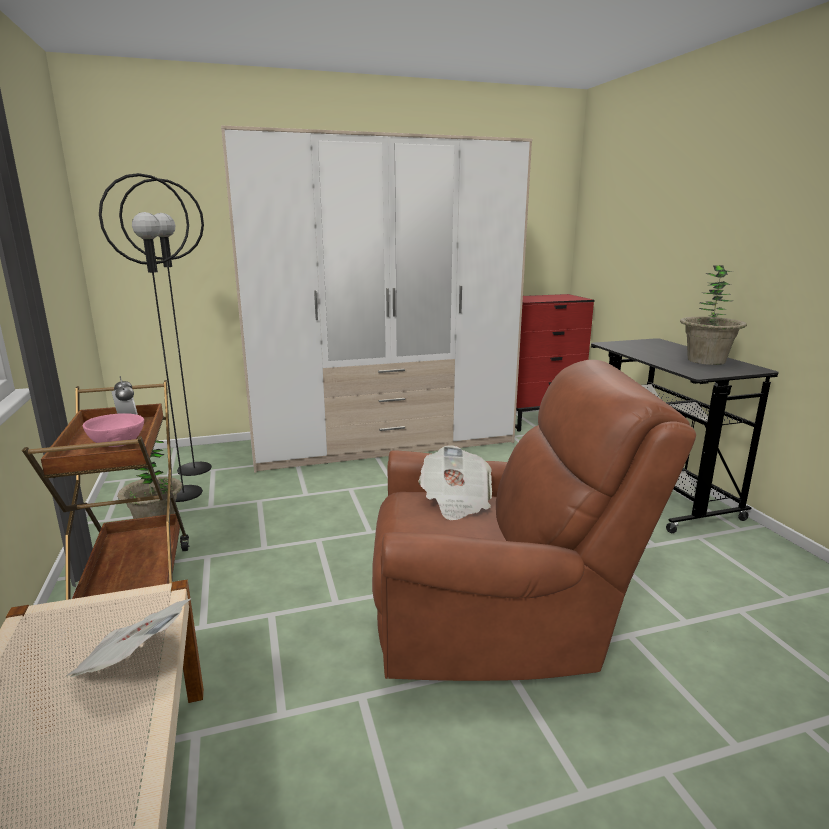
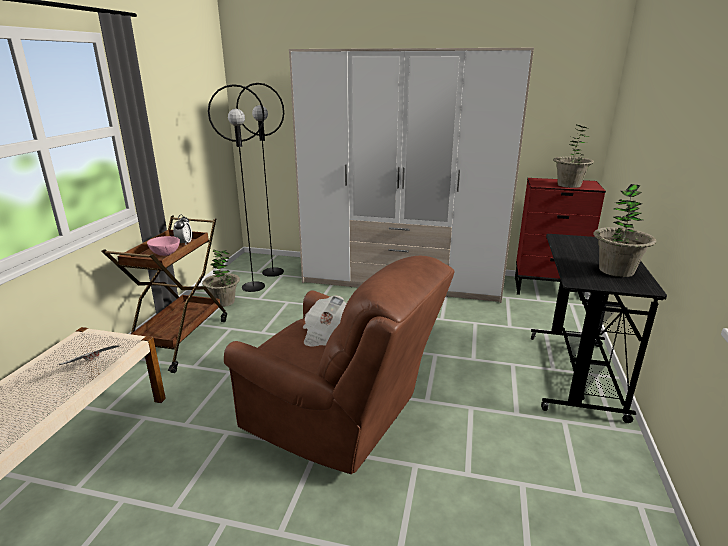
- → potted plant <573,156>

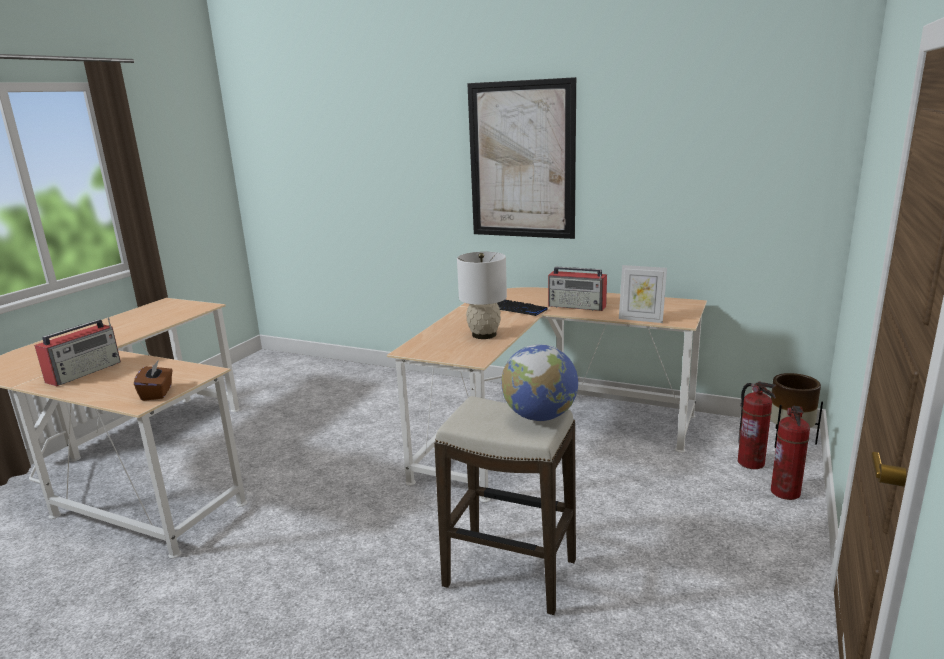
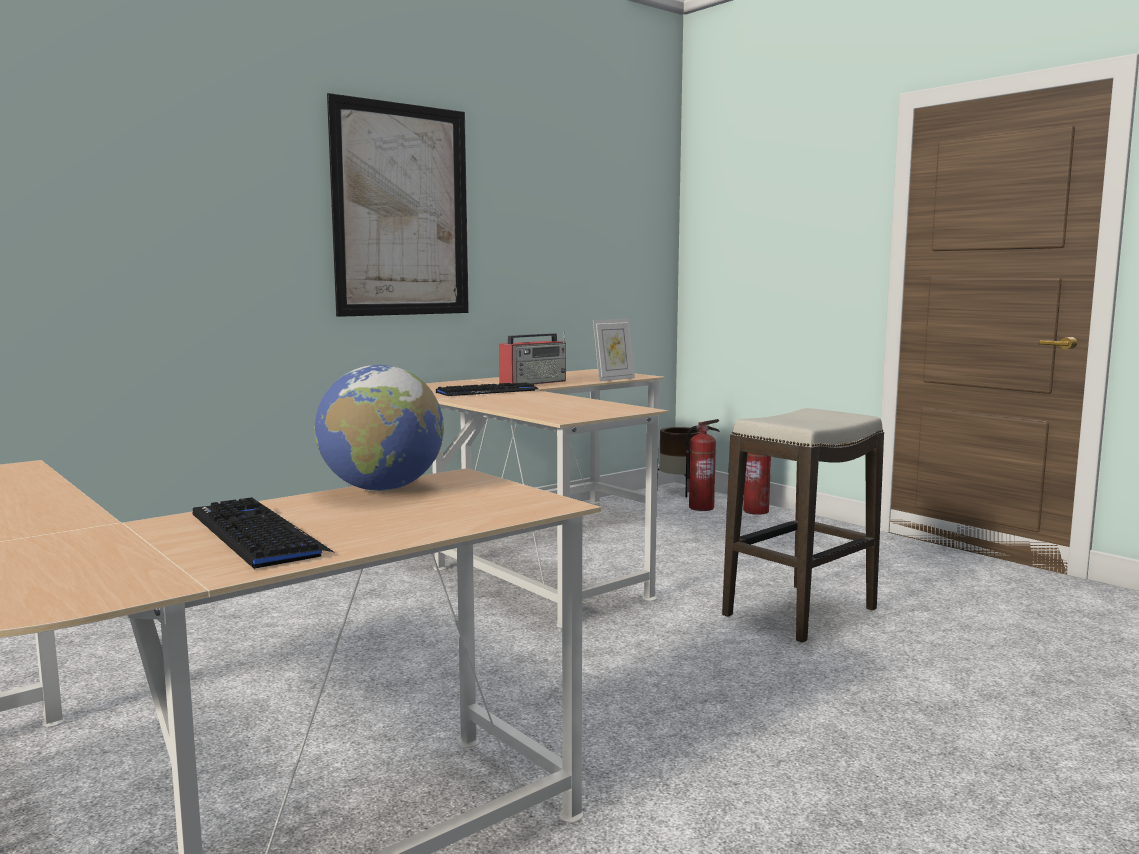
tissue box/brown <153,380> → -
table lamp/white <482,295> → -
globe <539,382> → globe <379,428>, shifted
radio <77,351> → keyboard <263,533>

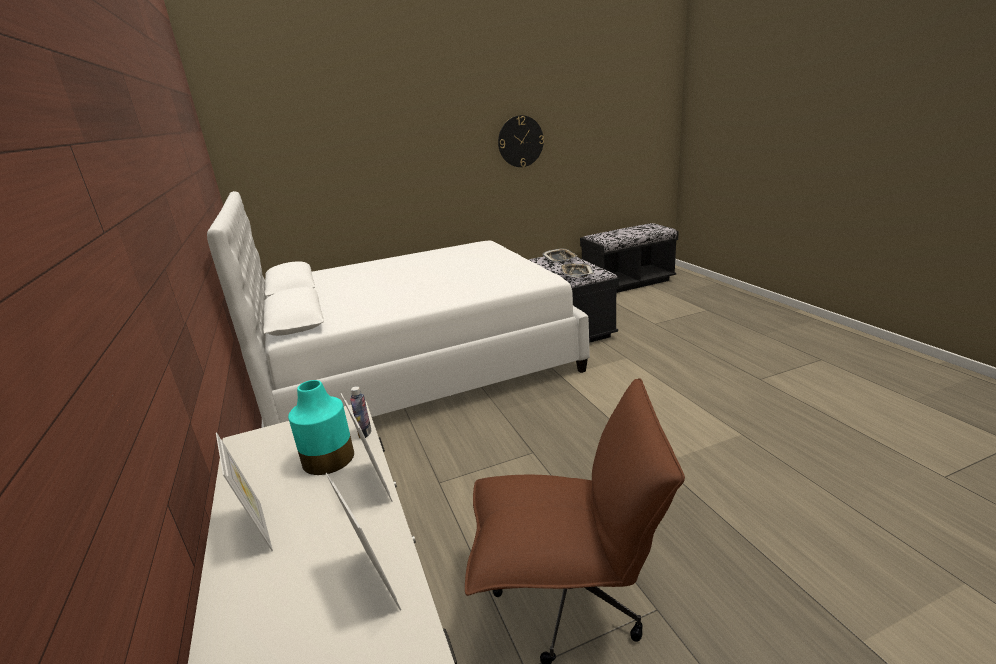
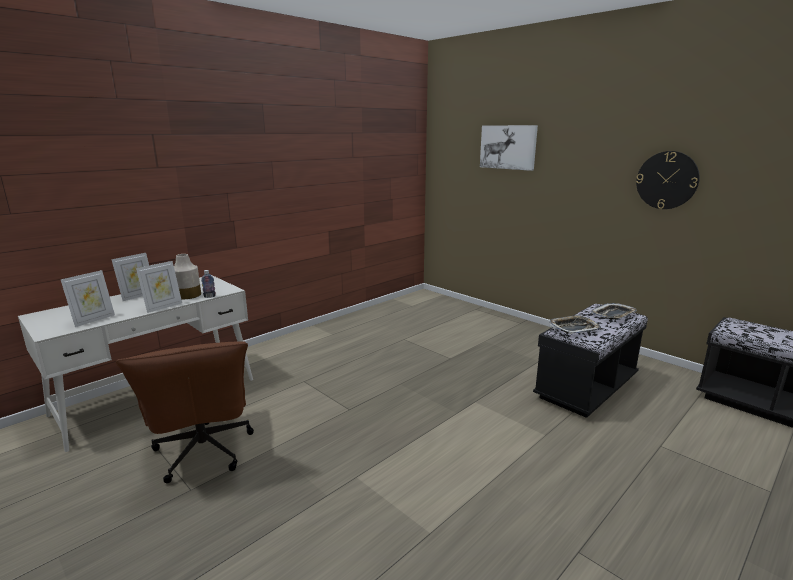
bed/white <398,309> → -
- → picture <509,148>
vase/turquoise <321,427> → vase/beige <187,276>

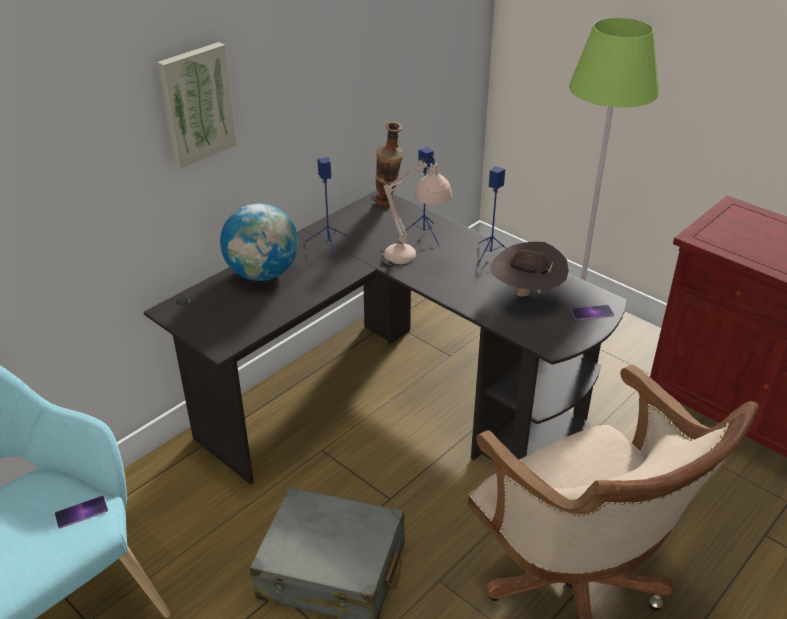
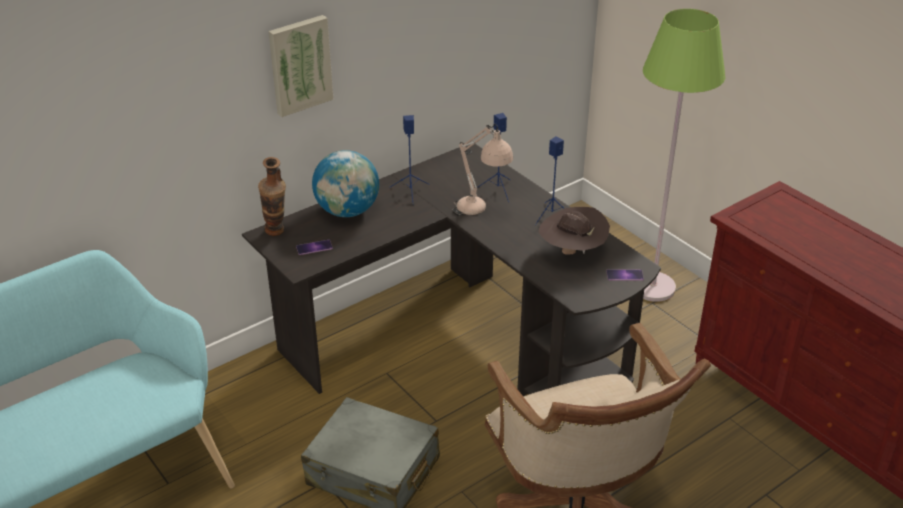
phone <81,512> → phone <314,247>, shifted
vase <389,164> → vase <272,196>, shifted

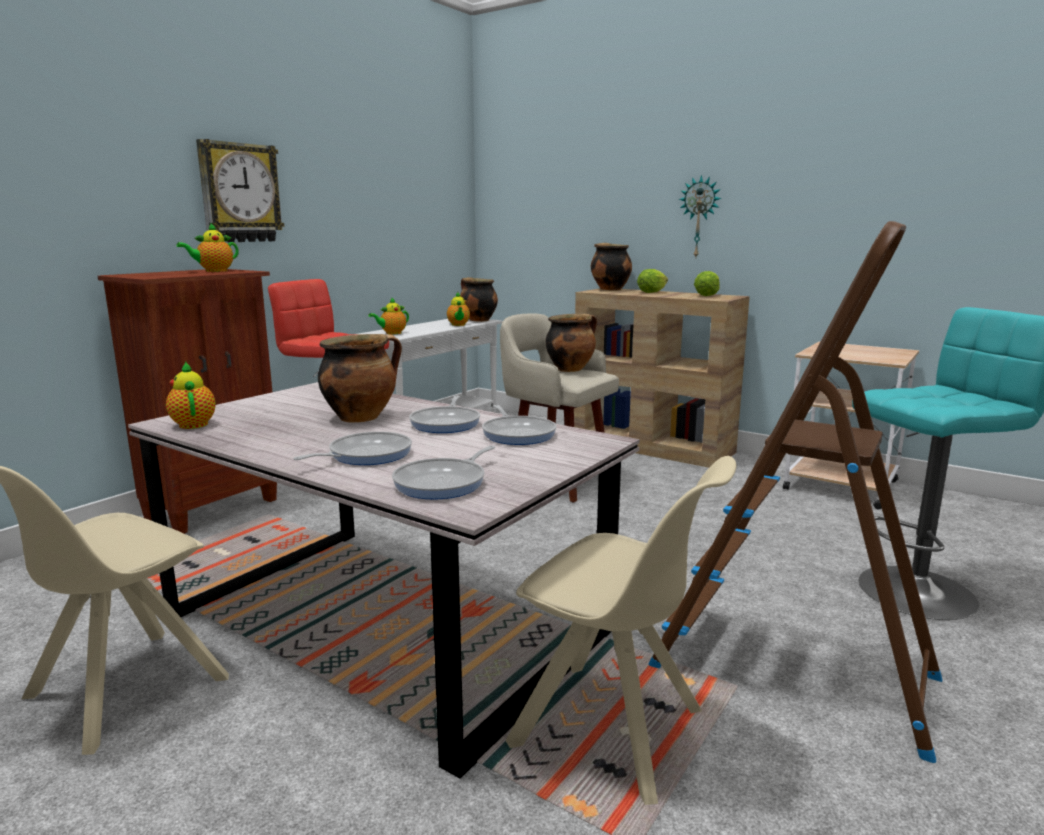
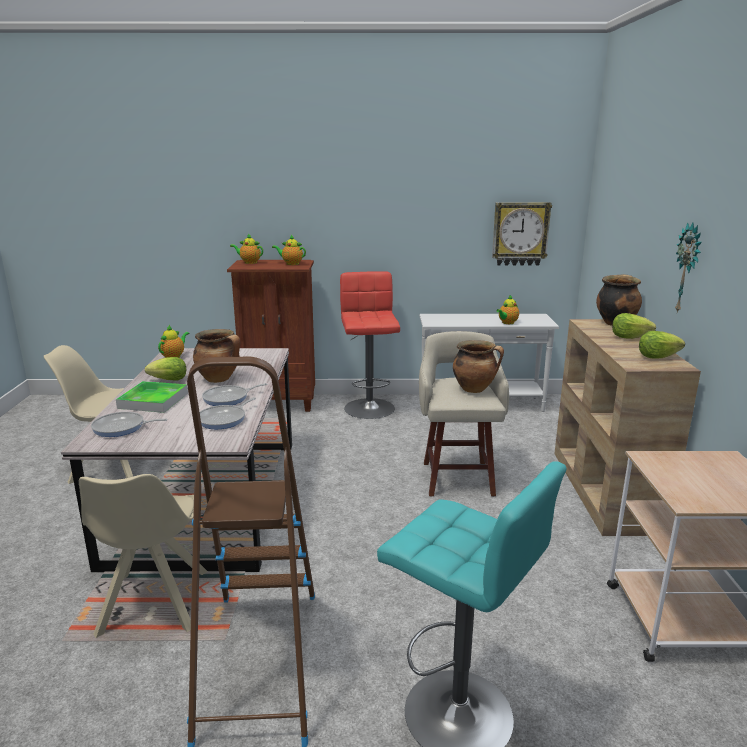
cooking pot <479,299> → -
- → lettuce <165,369>
wall clock <240,190> → wall clock <522,234>, shifted
teapot <389,315> → teapot <246,249>, shifted
frying pan <352,448> → tray <152,397>

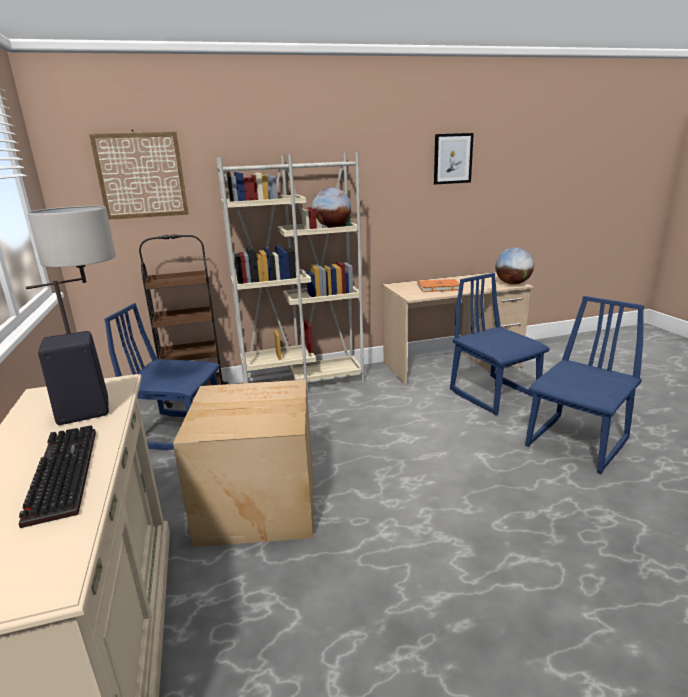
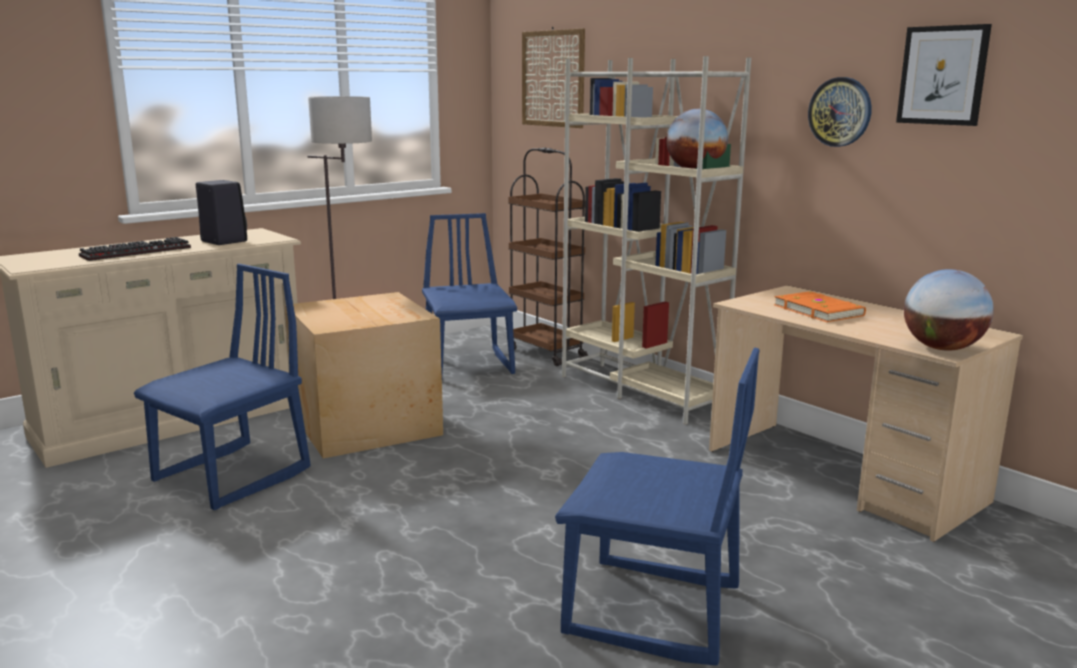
- → wall clock <840,112>
chair/blue <500,344> → chair/blue <222,387>, shifted

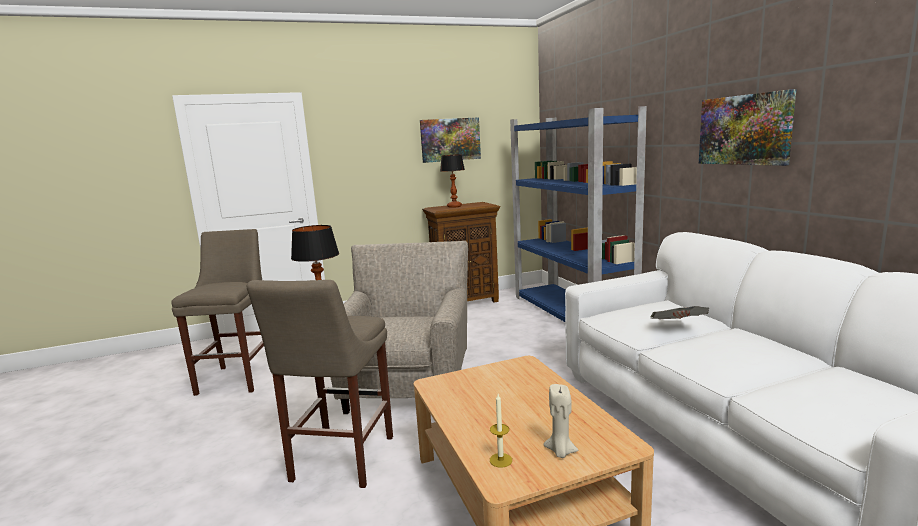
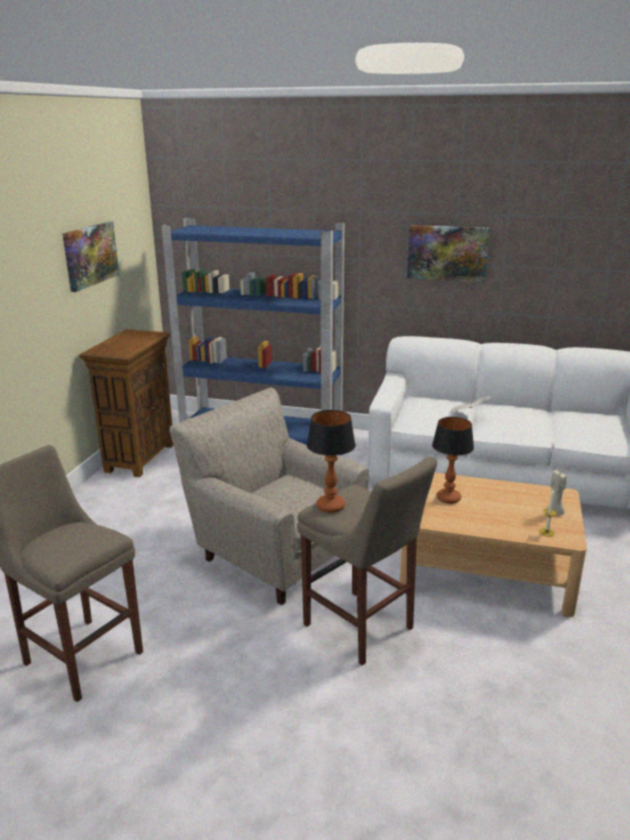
table lamp <452,181> → table lamp <453,460>, shifted

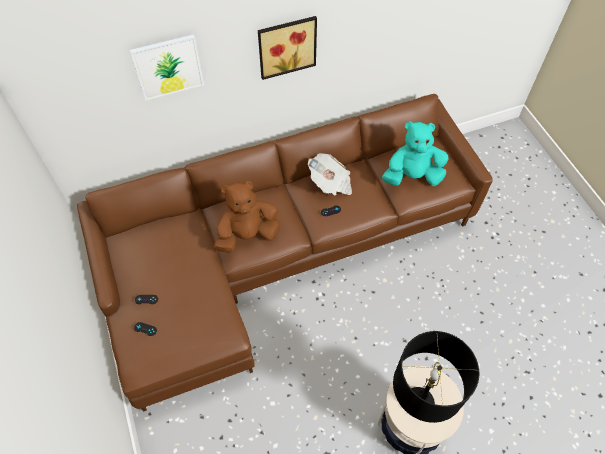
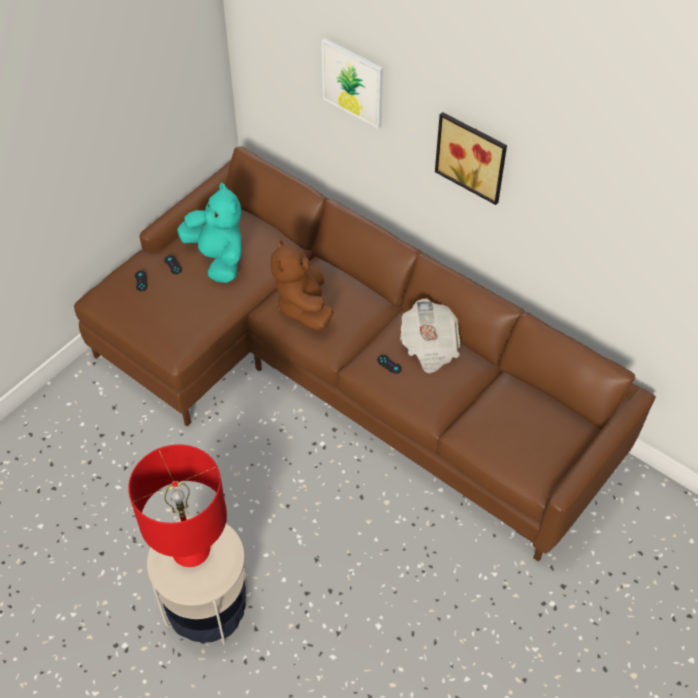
plush toy/turquoise <415,153> → plush toy/turquoise <209,233>, shifted
table lamp/black <436,377> → table lamp/red <177,505>
plush toy/brown <247,217> → plush toy/brown <301,284>, 135 degrees counterclockwise

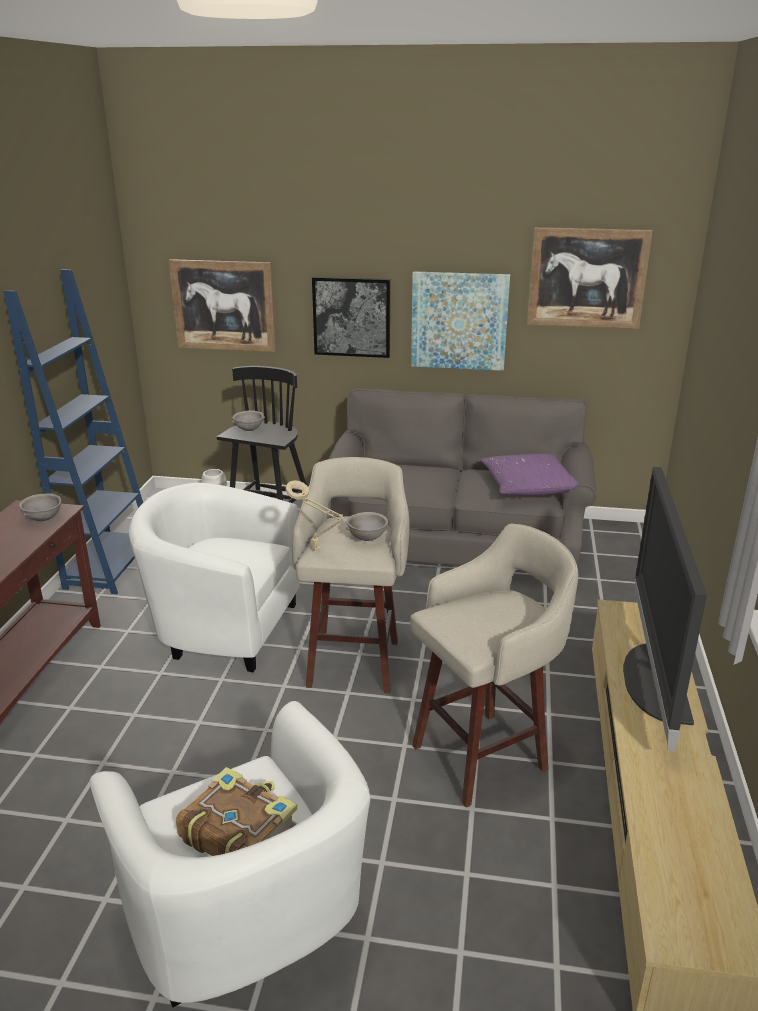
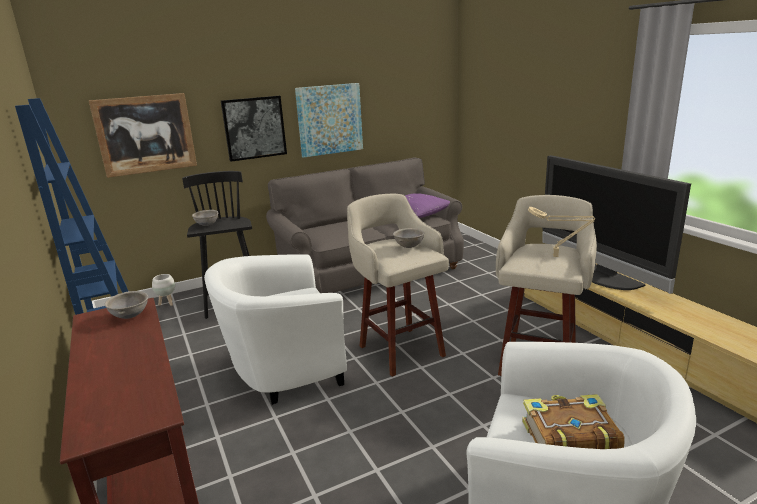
picture <590,278> → -
table lamp/beige <315,515> → table lamp/beige <561,232>, shifted

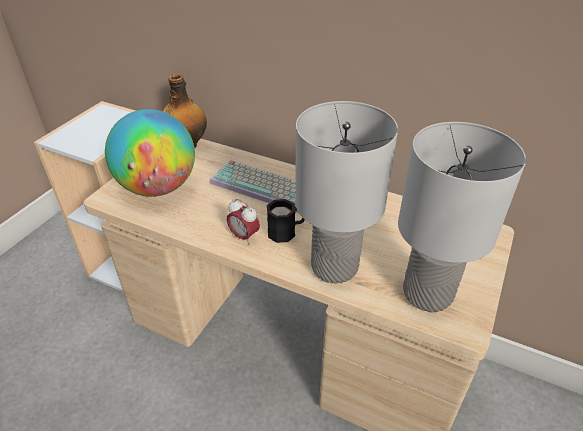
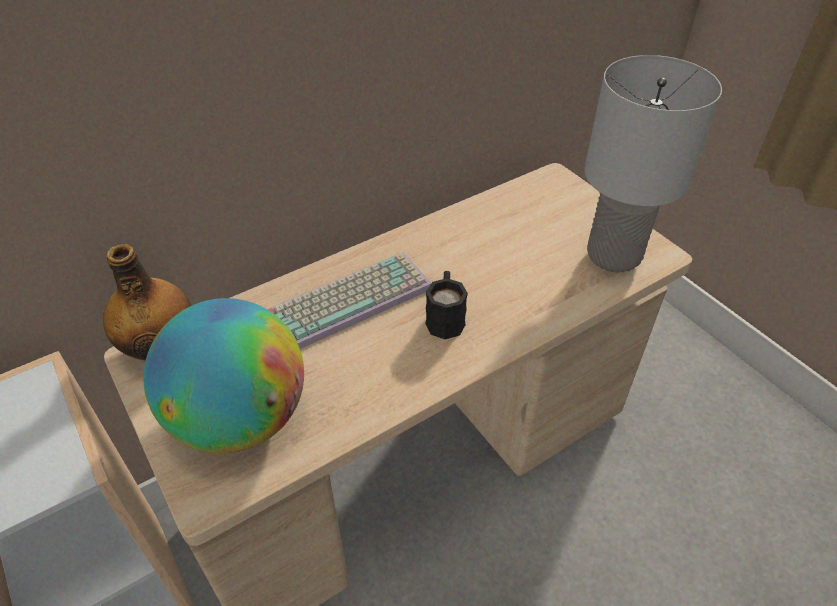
alarm clock <243,222> → -
table lamp/grey <346,192> → -

